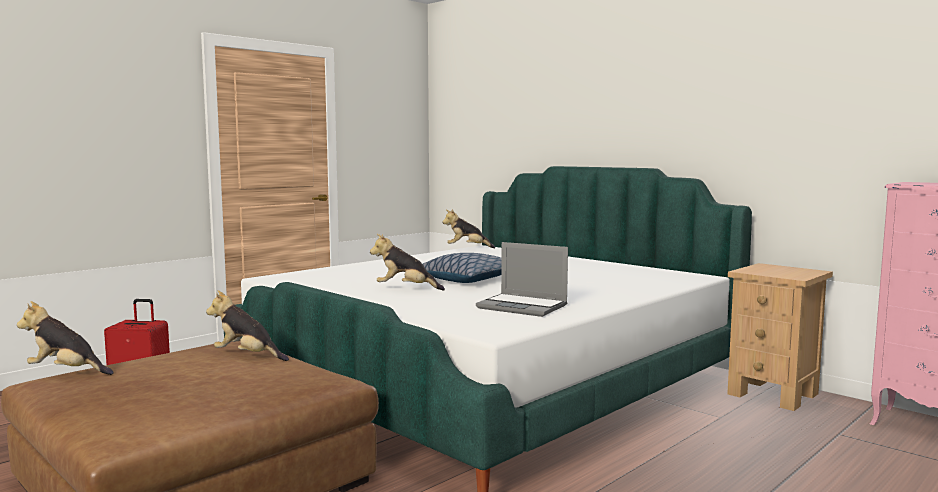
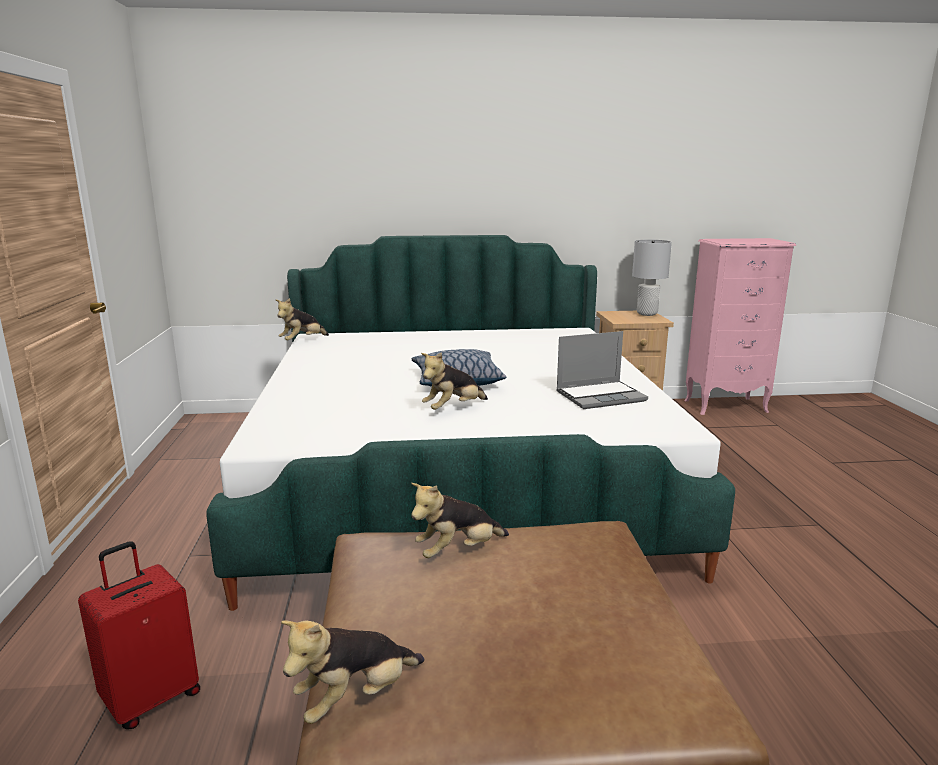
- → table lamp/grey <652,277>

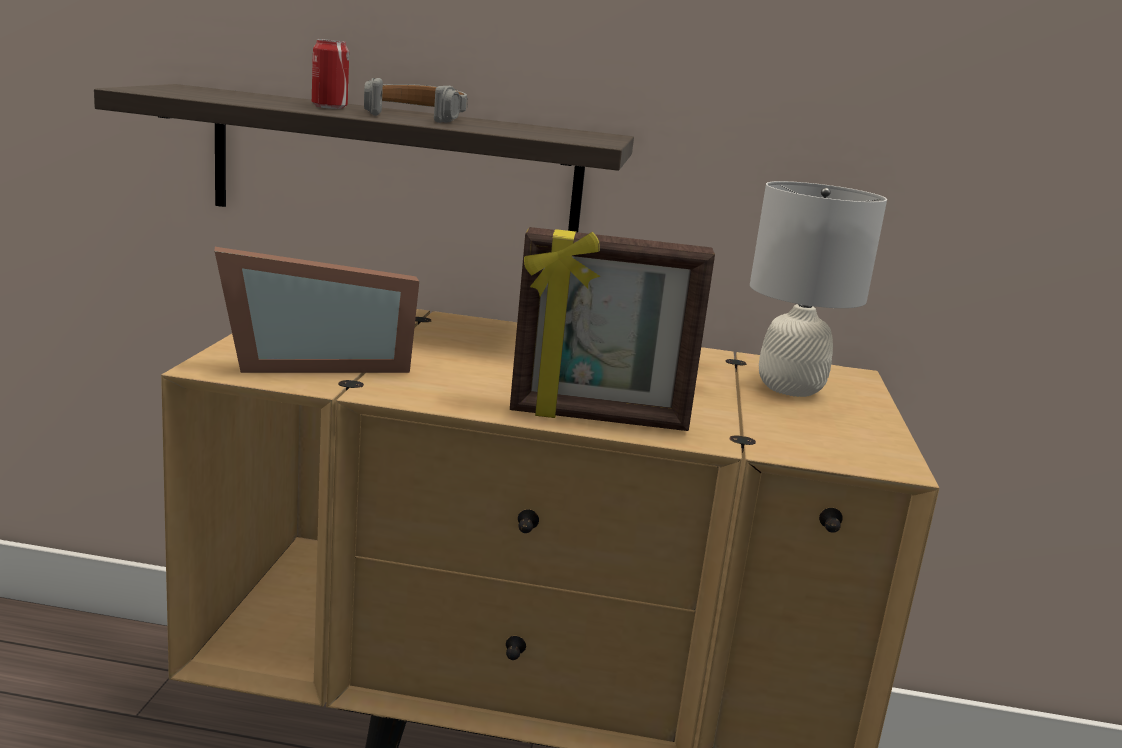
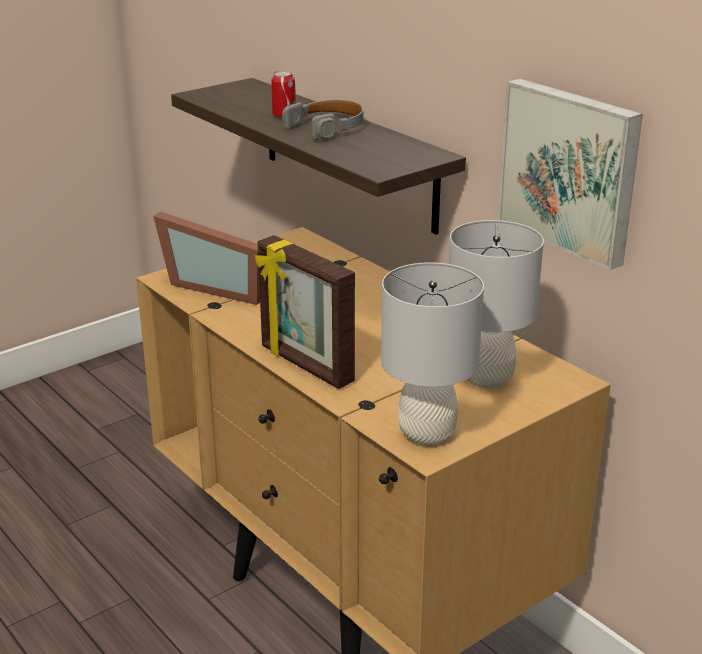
- → table lamp/grey <432,353>
- → picture <570,174>

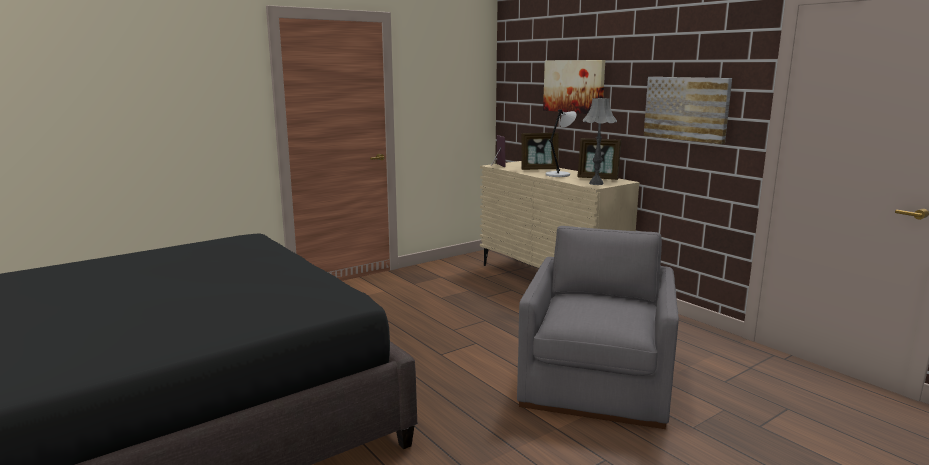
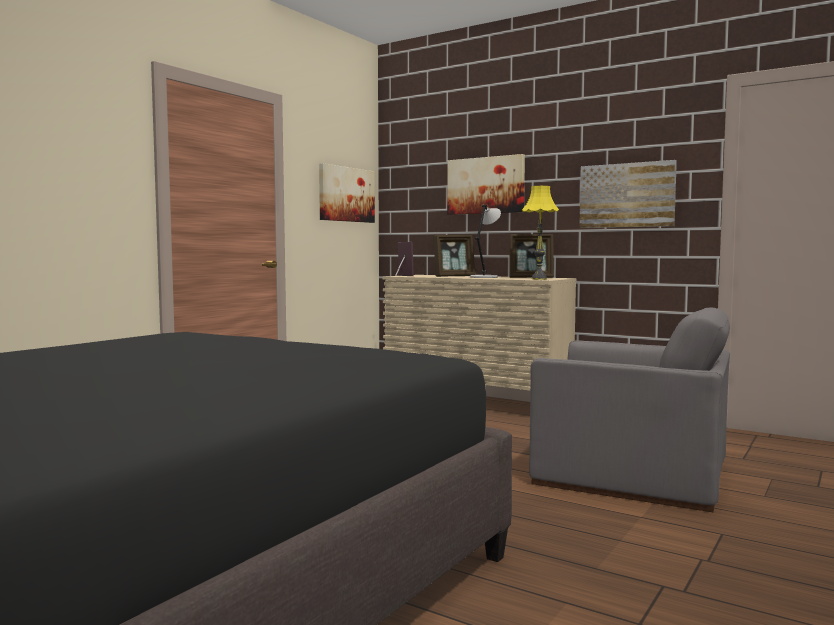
- → picture <347,193>
table lamp/grey <600,141> → table lamp/yellow <540,232>
armchair/grey <598,327> → armchair/grey <629,410>, 120 degrees clockwise

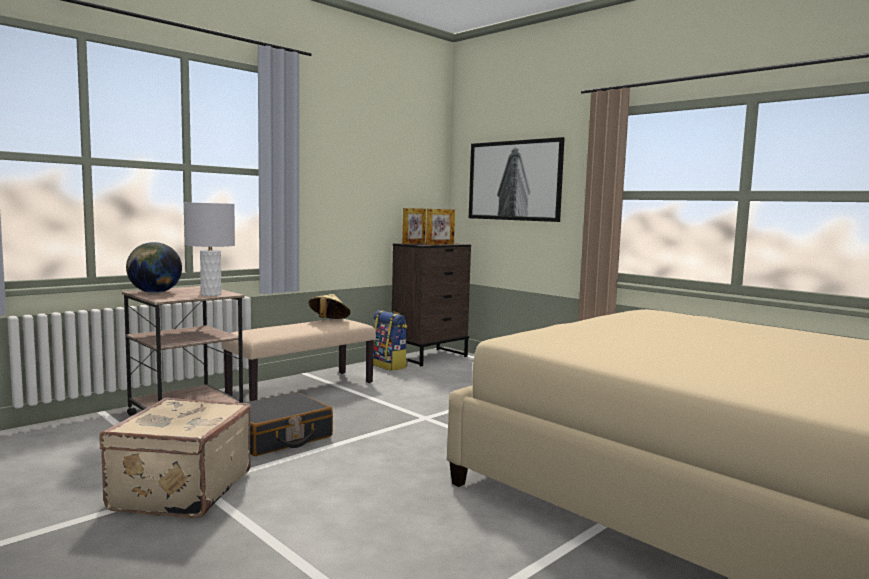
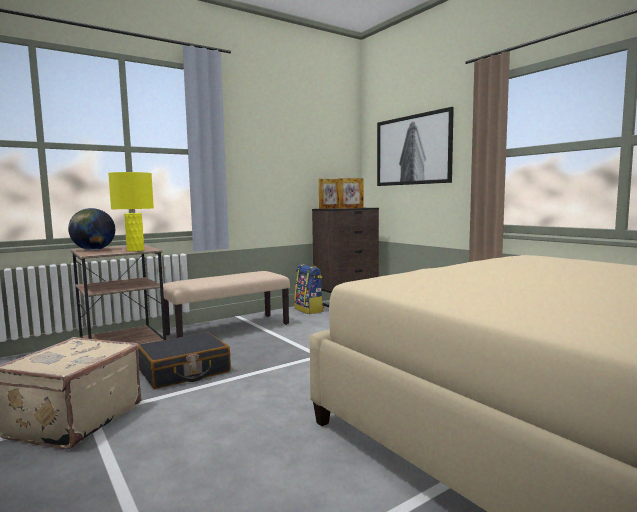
hat/beige <329,306> → -
table lamp/grey <209,249> → table lamp/yellow <131,211>

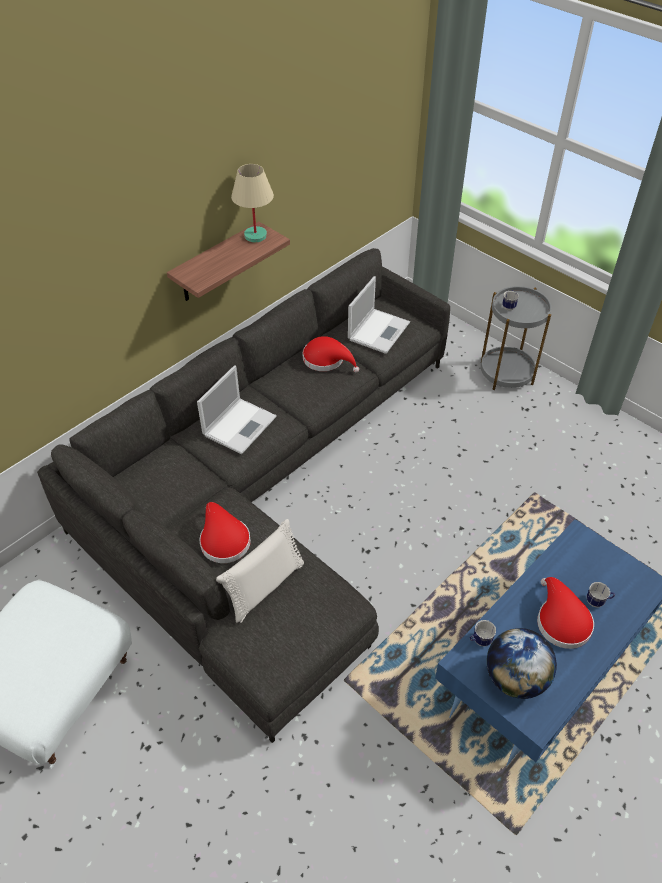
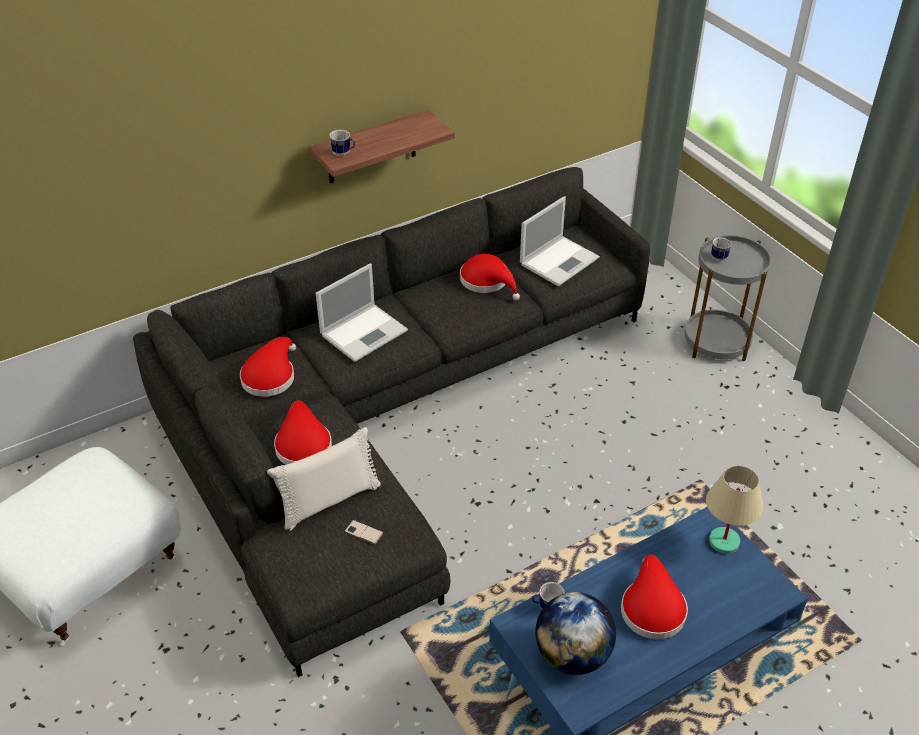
- → hat/red <268,367>
- → phone <364,532>
table lamp/beige <252,203> → table lamp/beige <734,509>, shifted
mug <601,594> → mug <342,143>, shifted

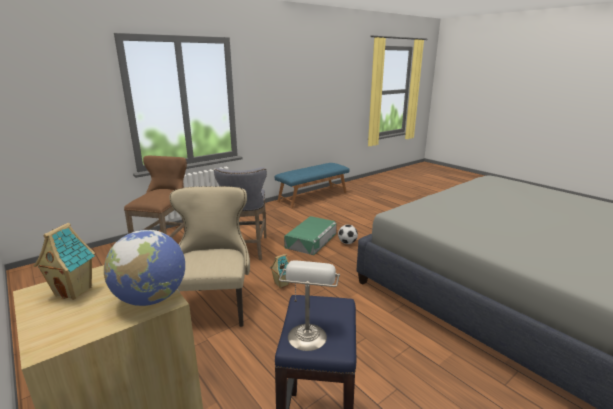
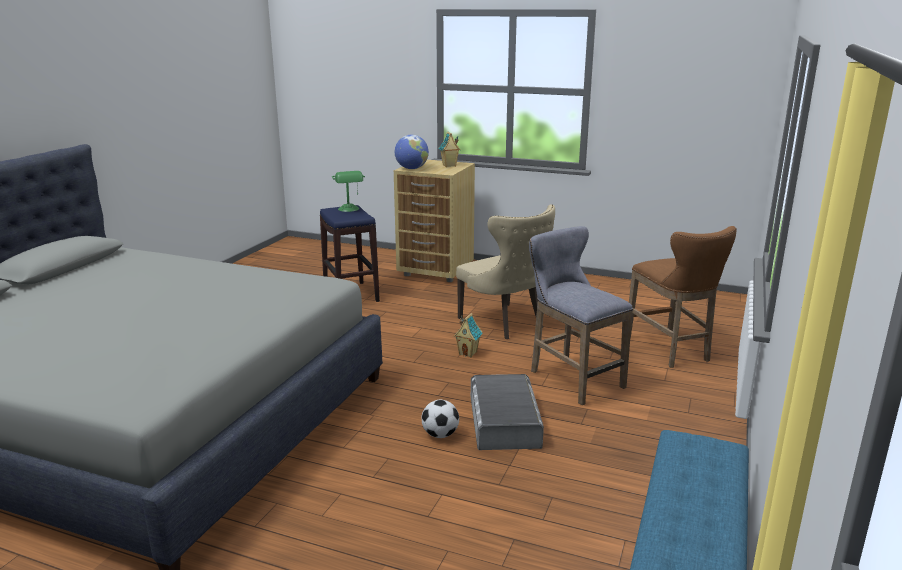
table lamp/white <309,305> → table lamp/green <348,191>
storage box/green <310,235> → storage box/grey <507,412>

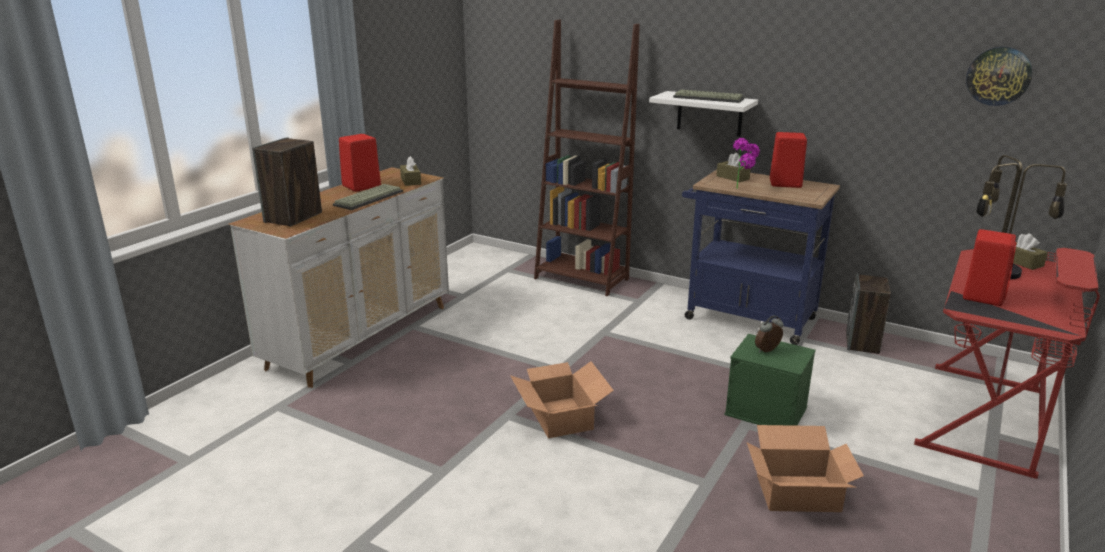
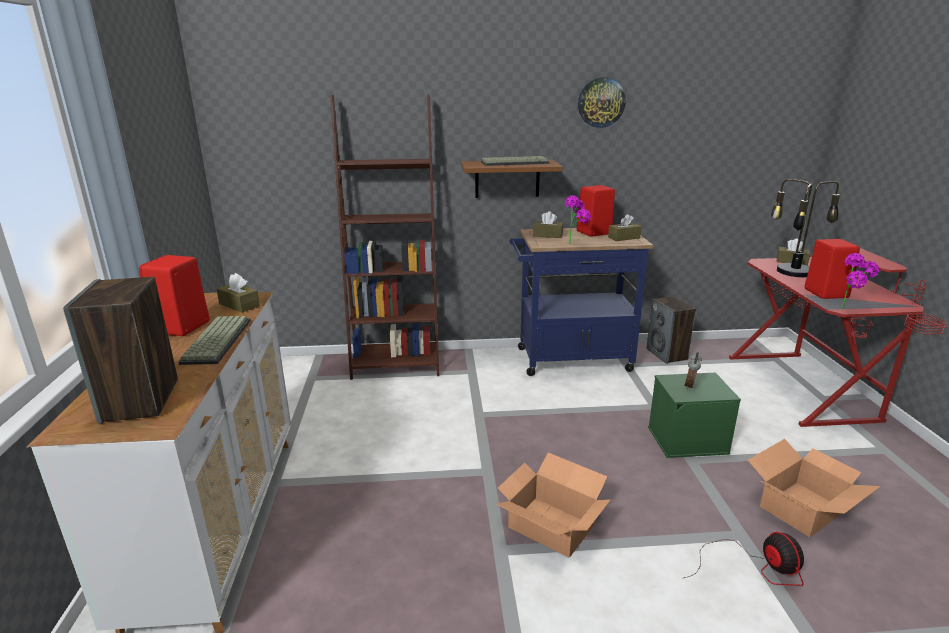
- → tissue box/brown <625,227>
- → fan <744,559>
- → potted plant <860,280>
wall clock <999,76> → wall clock <602,102>, shifted
shelf/white <703,114> → shelf/brown <512,179>

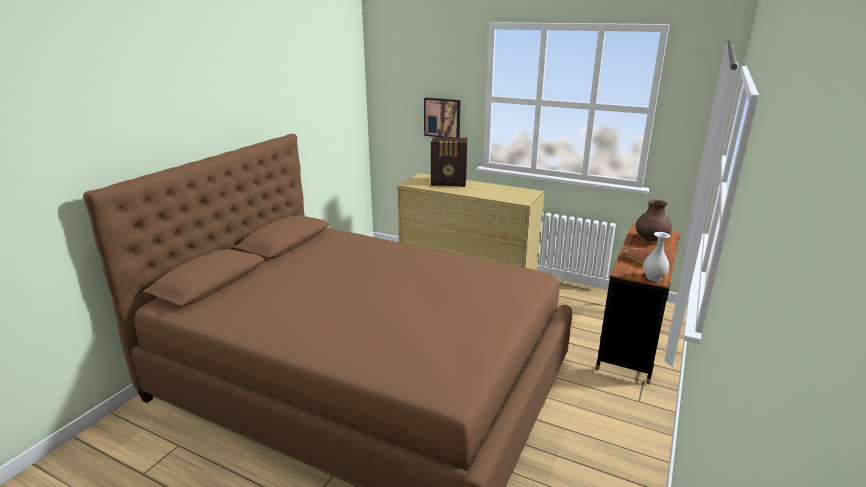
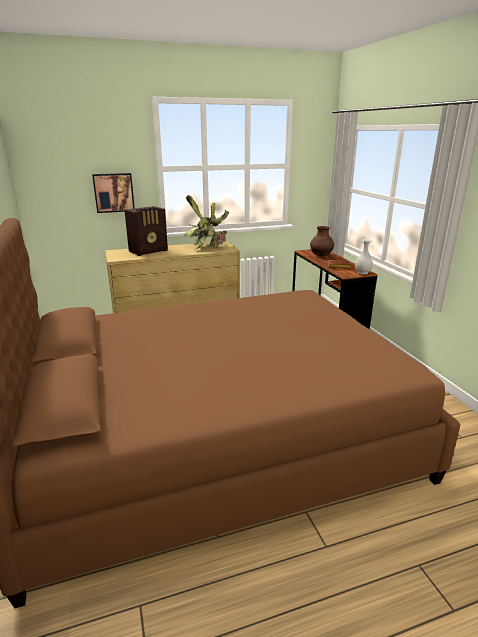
- → potted plant <206,222>

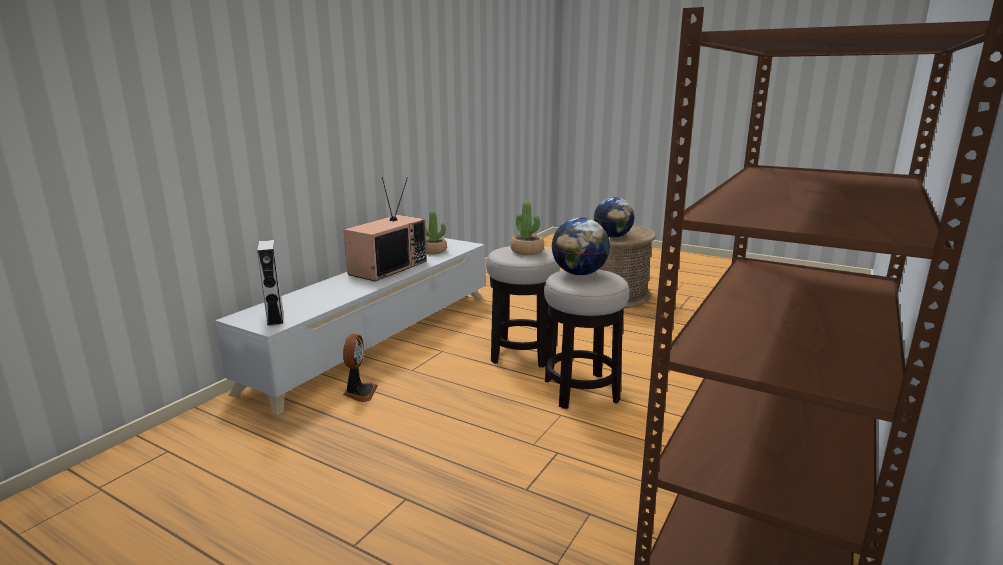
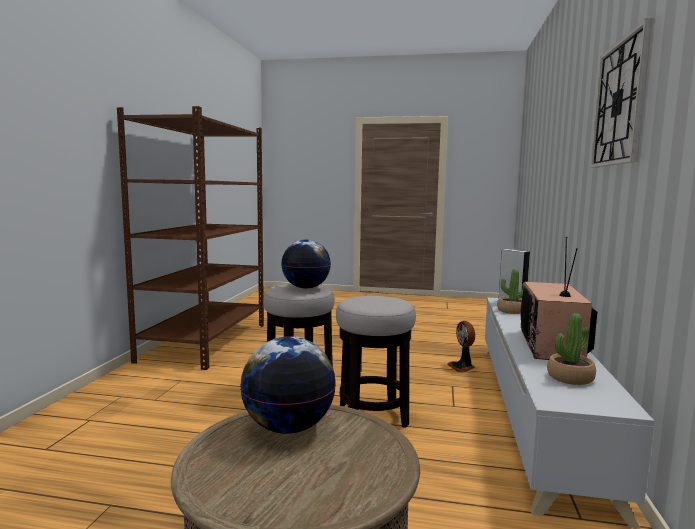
- → wall clock <621,93>
potted plant <527,228> → potted plant <511,291>, shifted

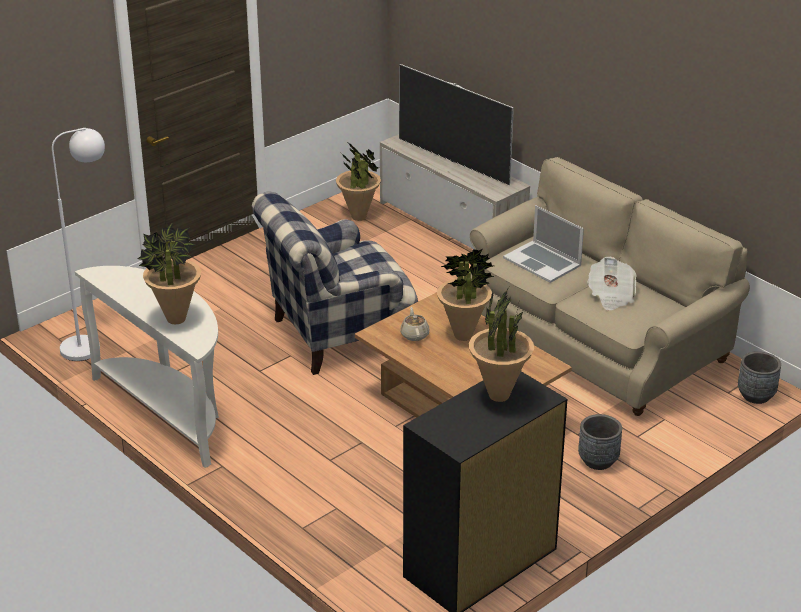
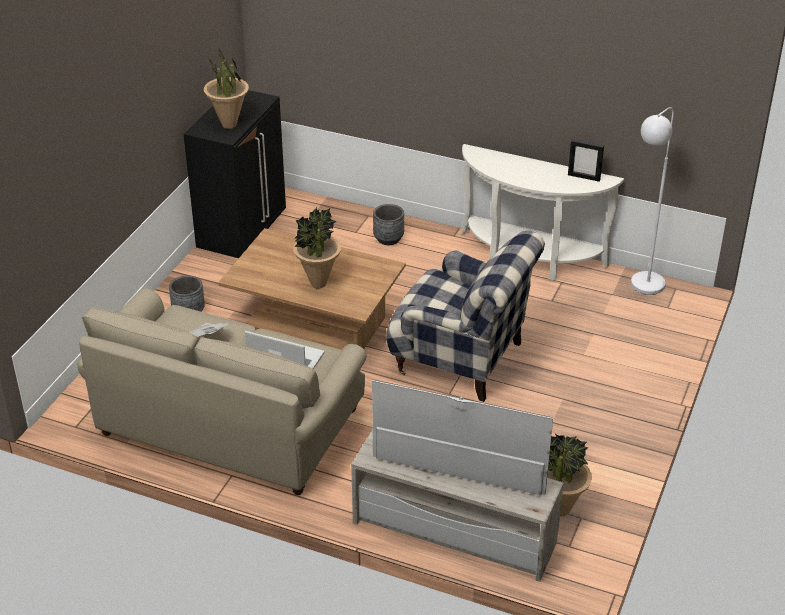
potted plant <169,274> → -
teapot/beige <414,324> → -
- → picture frame <586,160>
planter/grey <759,377> → planter/grey <388,224>, shifted
armchair <335,283> → armchair <465,316>, 75 degrees clockwise

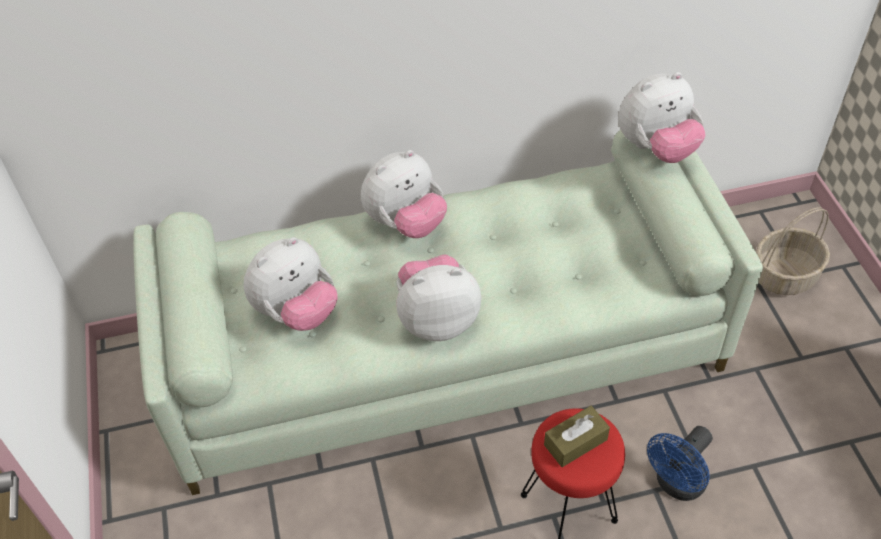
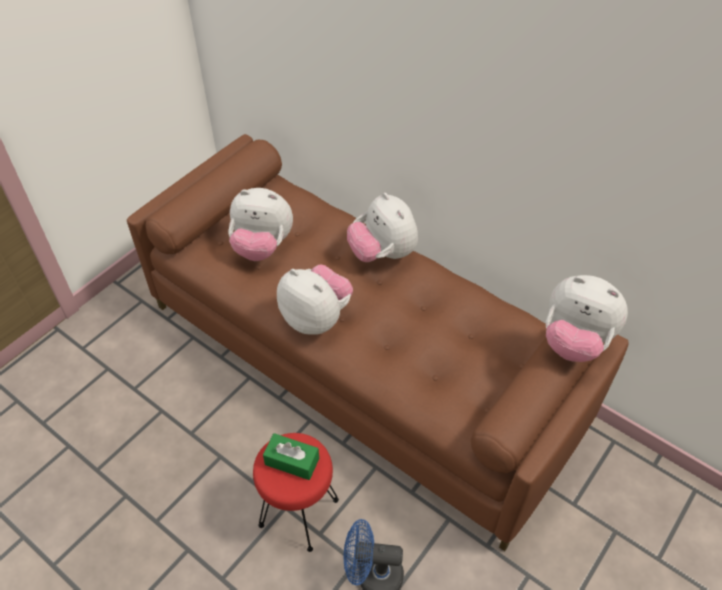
basket <793,251> → -
sofa/white <448,312> → sofa/brown <378,342>
tissue box/brown <577,436> → tissue box/green <291,456>
plush toy <404,194> → plush toy <382,227>, 45 degrees clockwise

